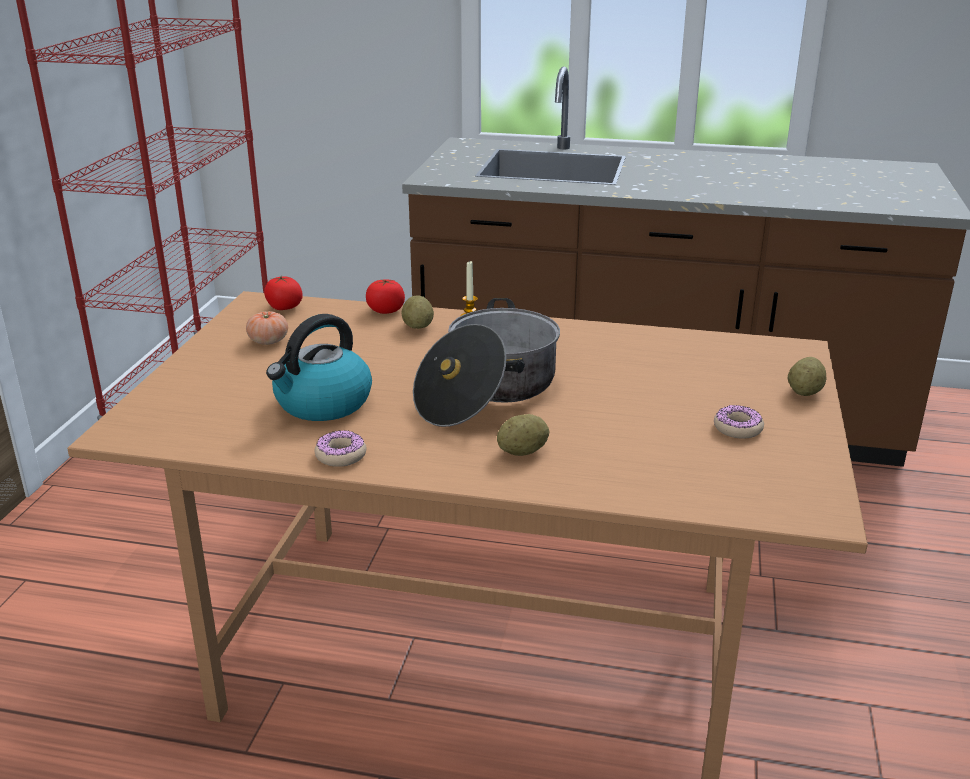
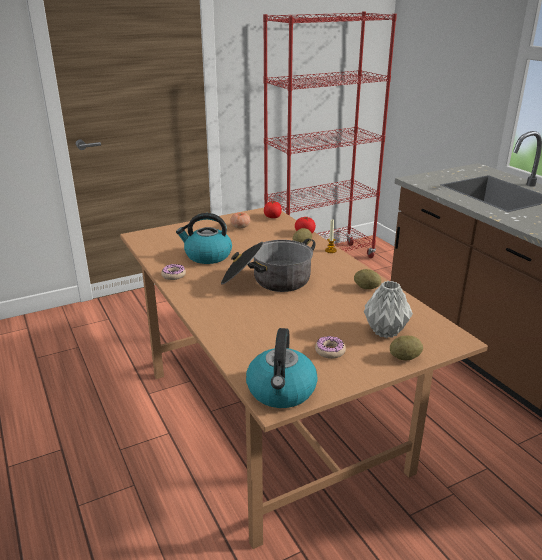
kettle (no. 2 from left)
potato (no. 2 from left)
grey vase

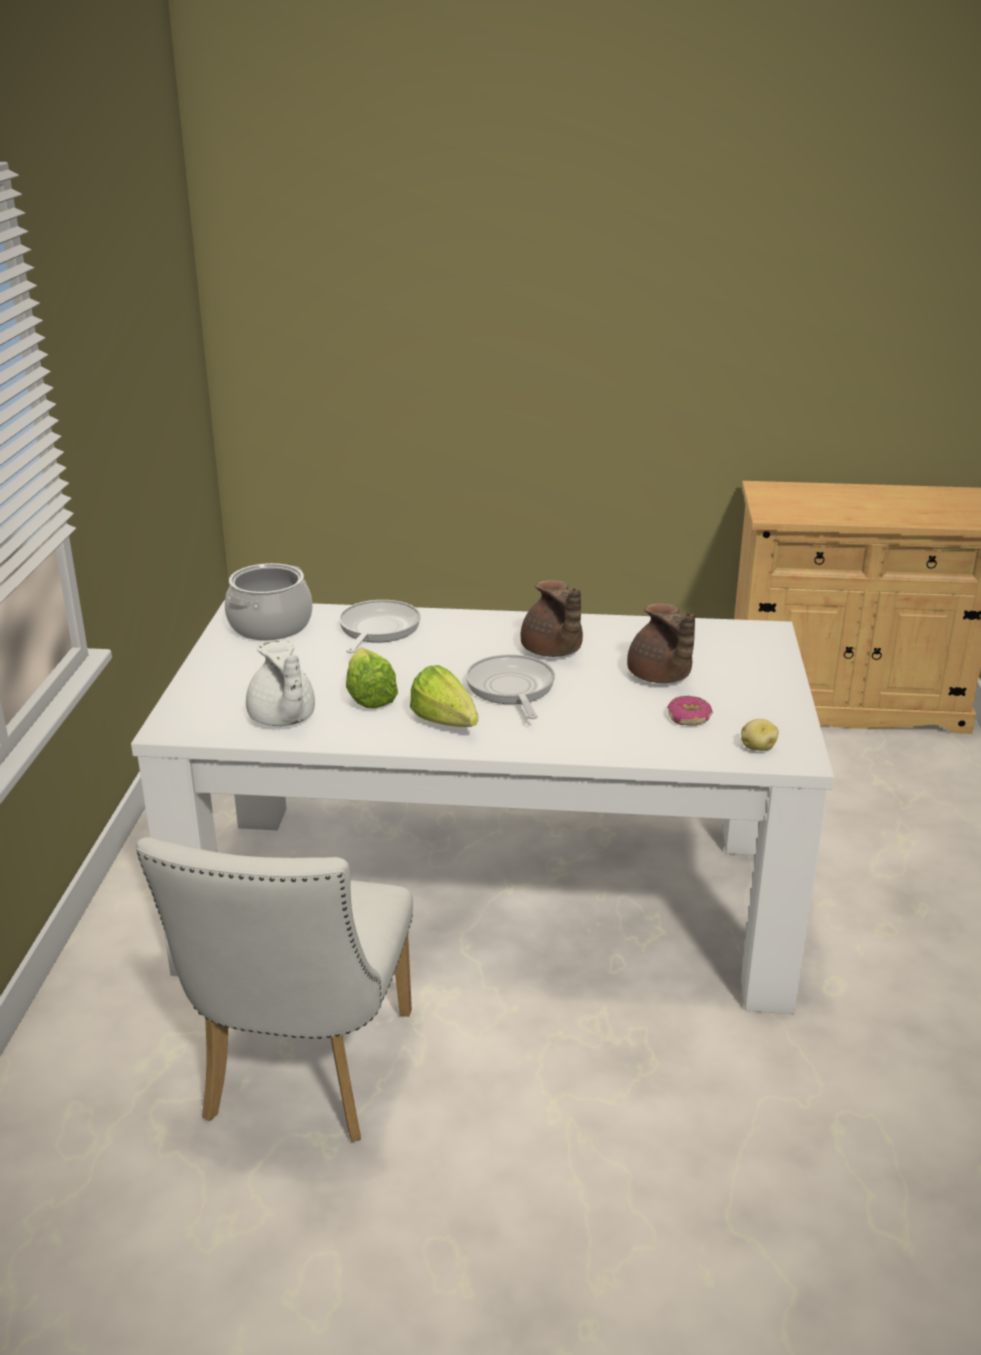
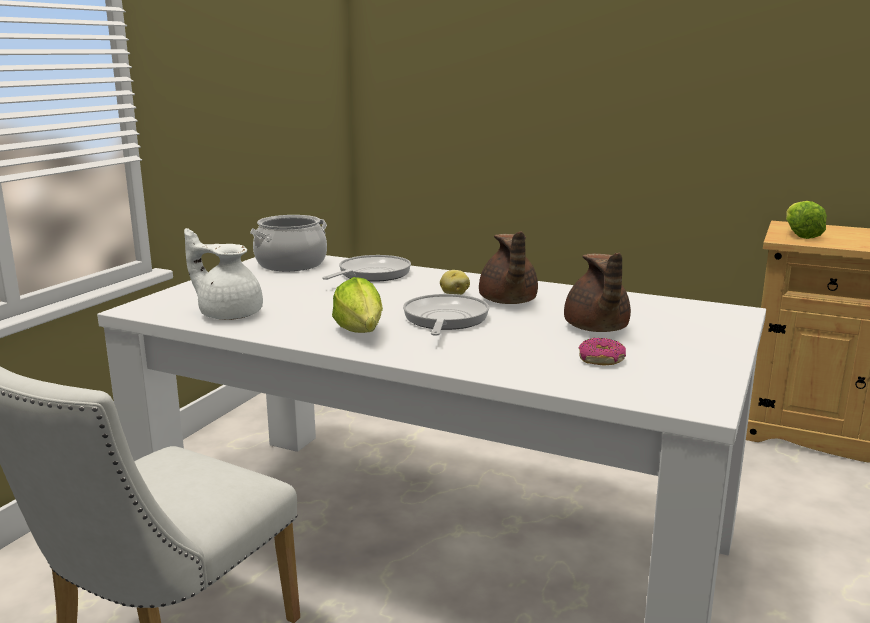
white teapot
potato
lettuce (no. 2 from left)

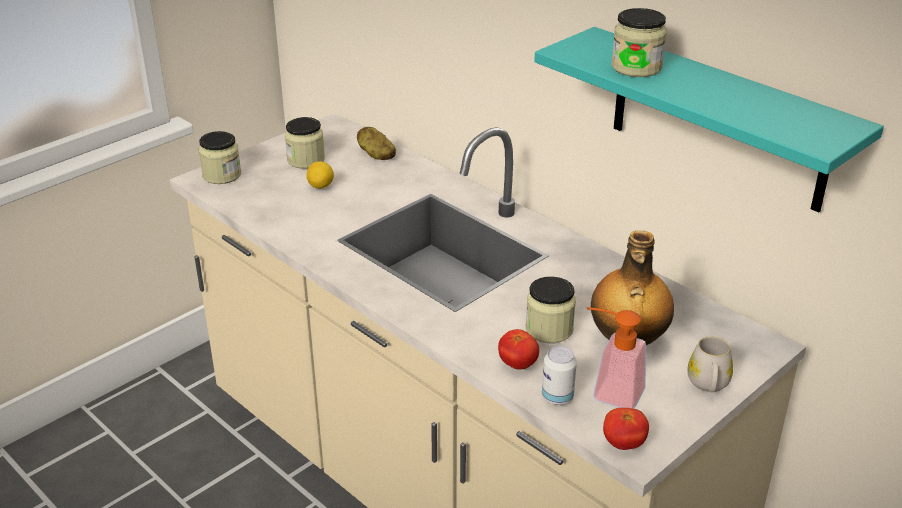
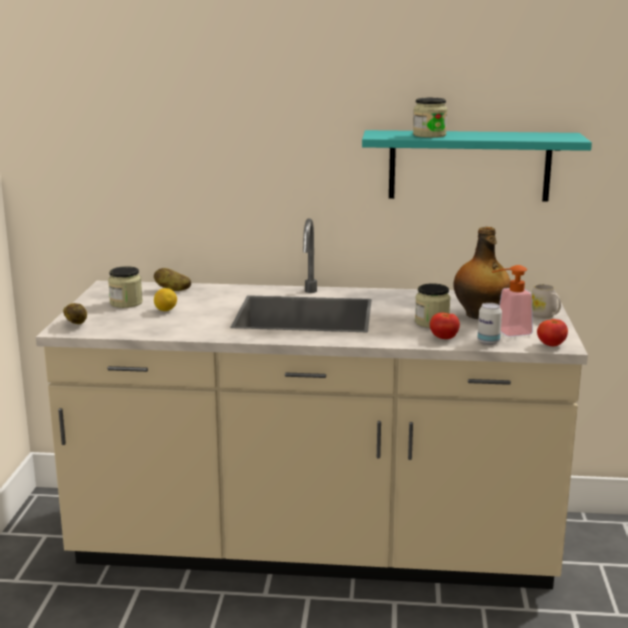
potato (no. 1 from left)

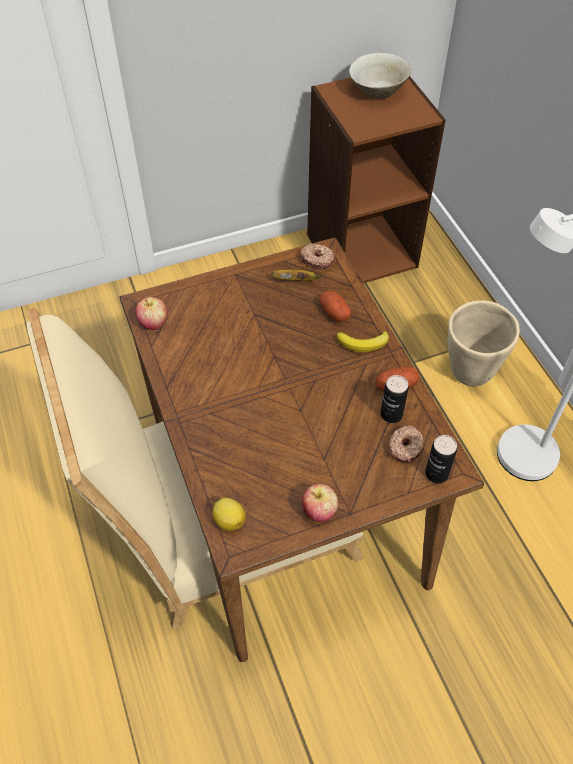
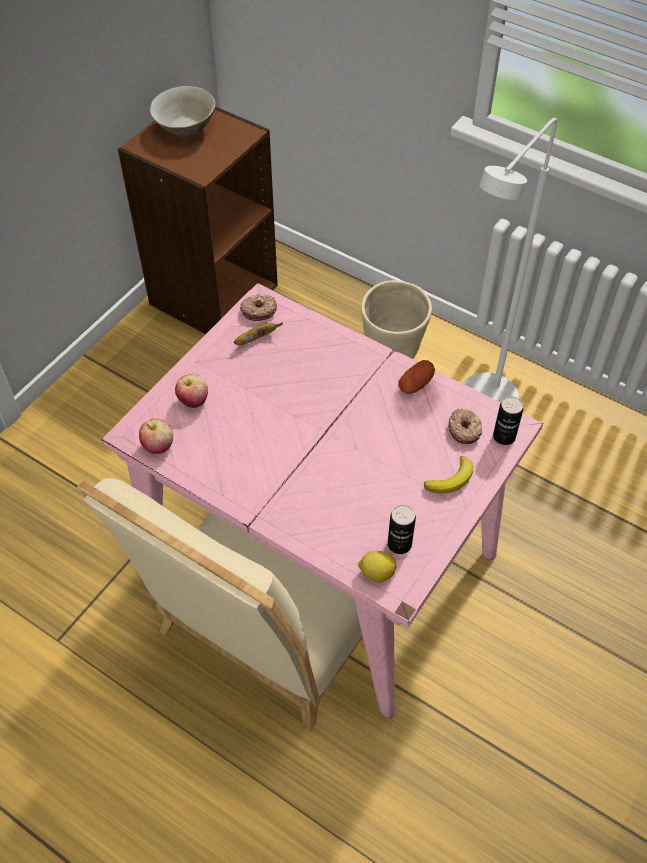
pink dining table
apple (no. 2 from left)
can (no. 1 from left)
banana (no. 2 from left)
potato (no. 1 from left in the first image)

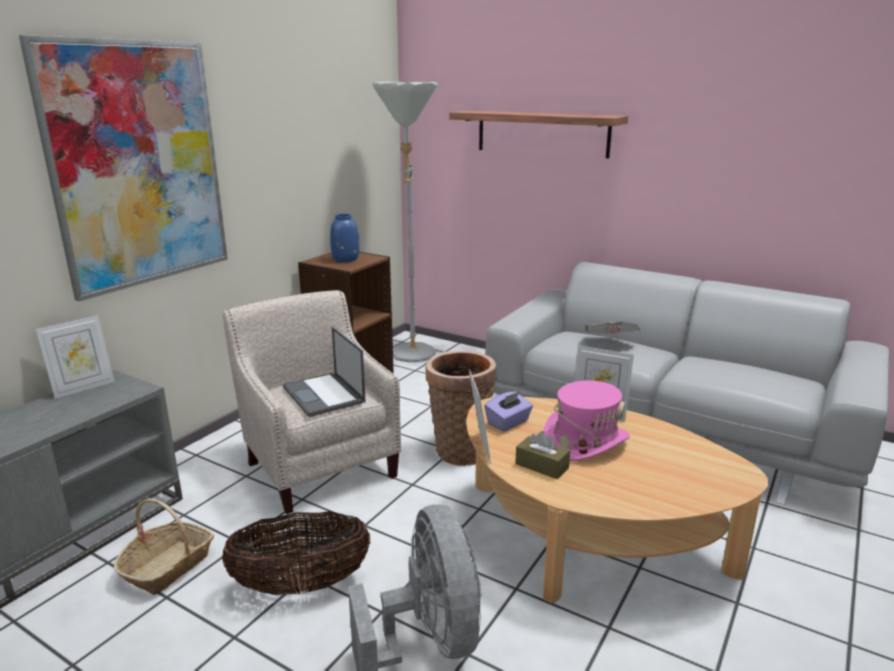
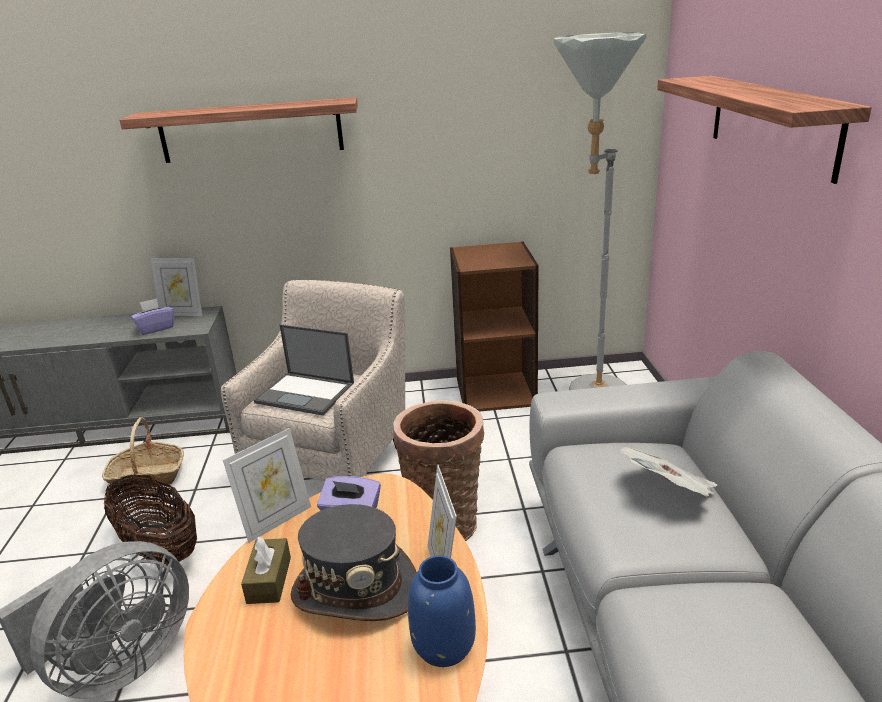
shelf (no. 1 from left)
purple tissue box (no. 1 from left)
laptop
grey hat
blue vase

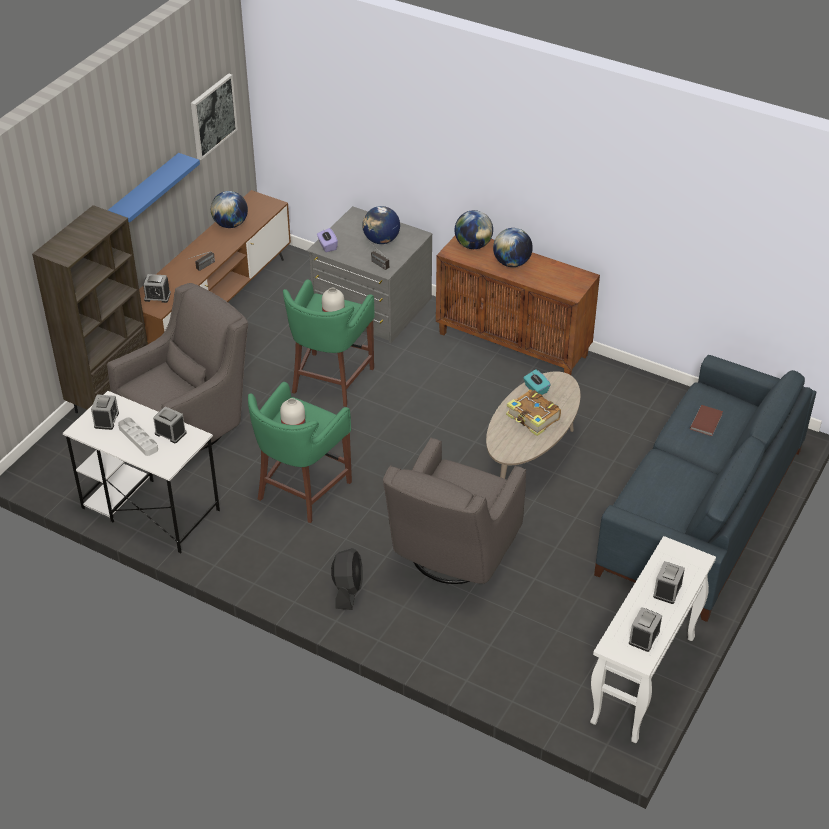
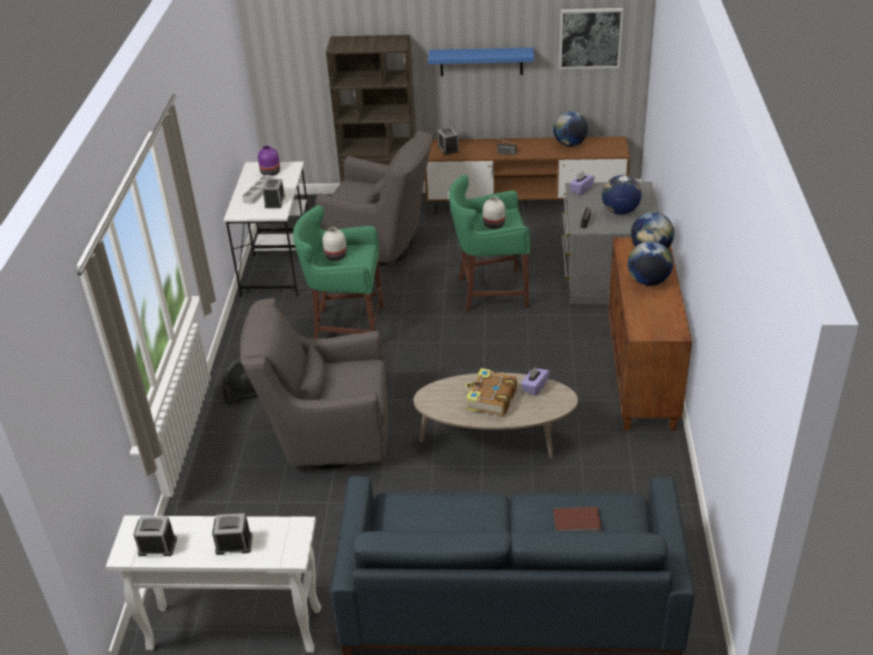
purple vase
purple tissue box (no. 1 from left)

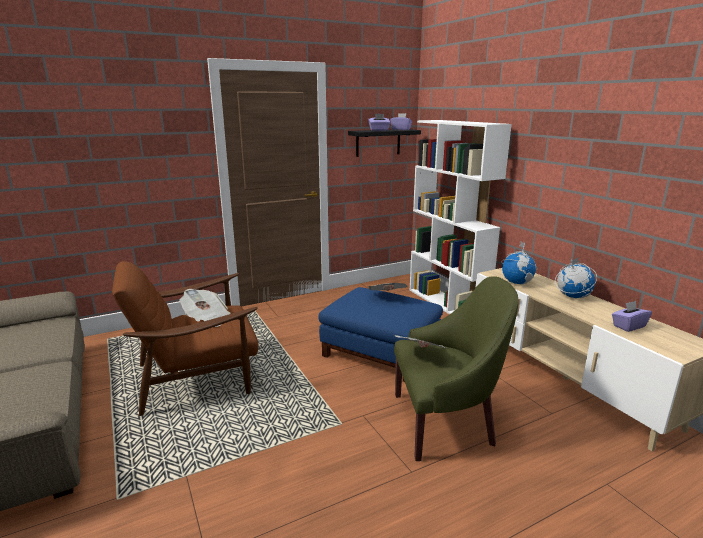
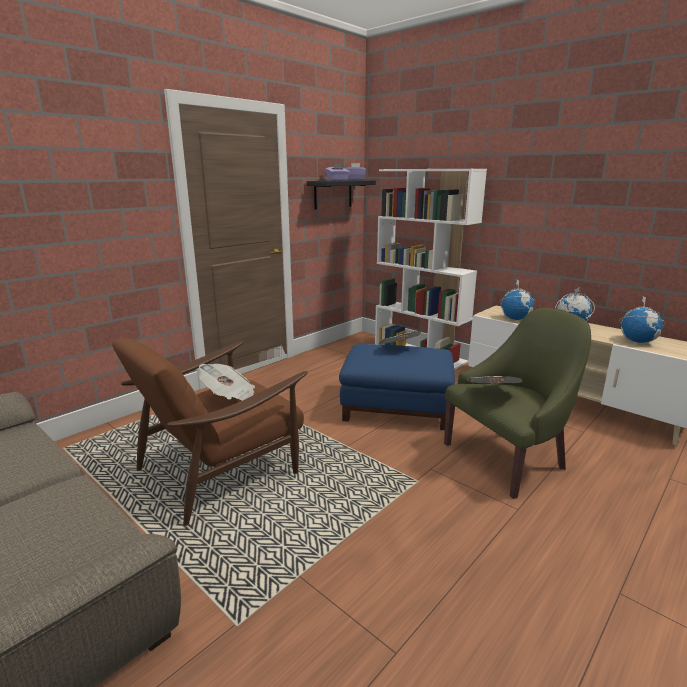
globe (no. 3 from left)

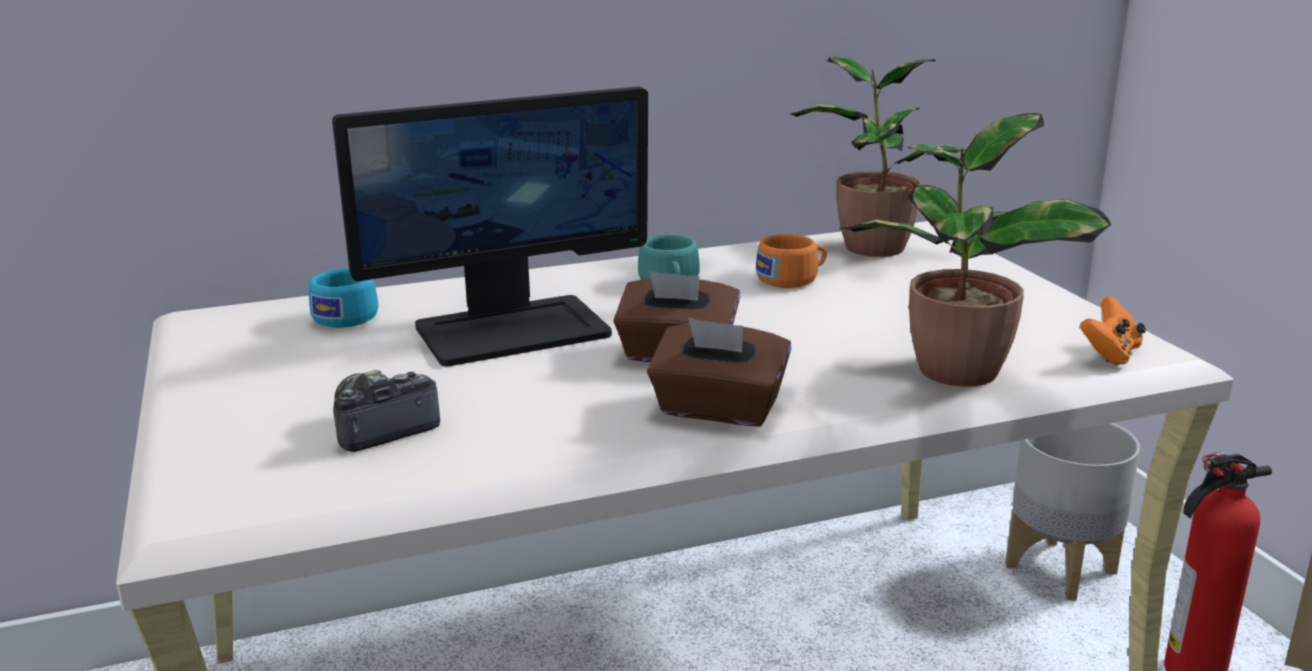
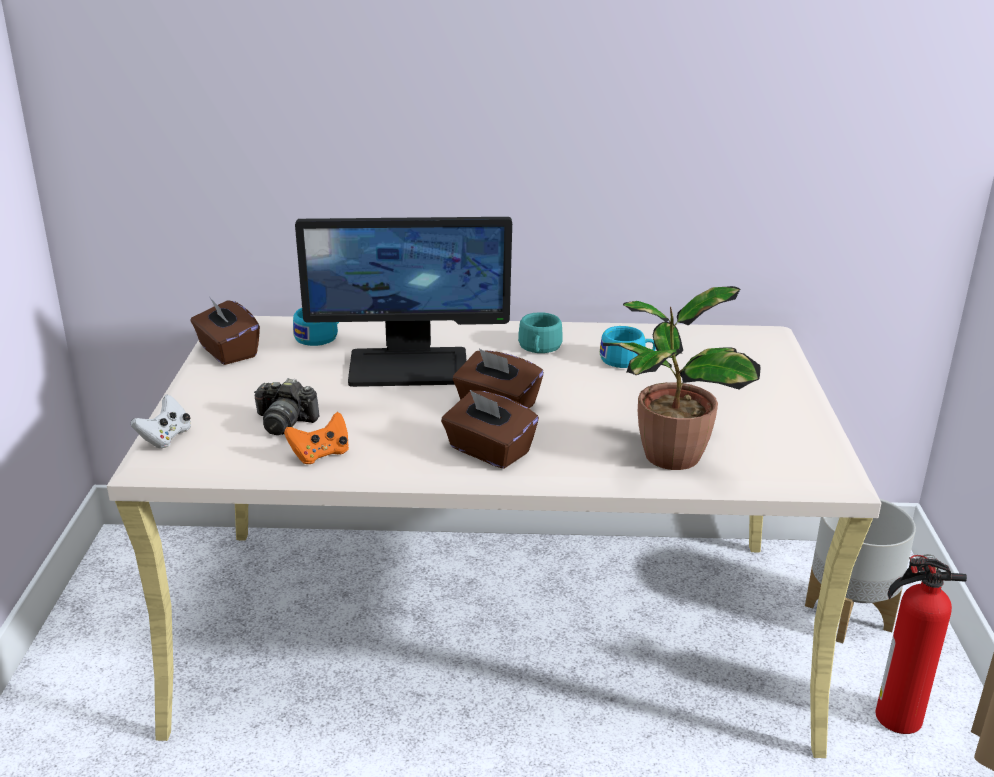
white game controller
brown tissue box (no. 1 from left)
photo camera
orange game controller
turquoise cup (no. 3 from left)
potted plant (no. 1 from left in the first image)

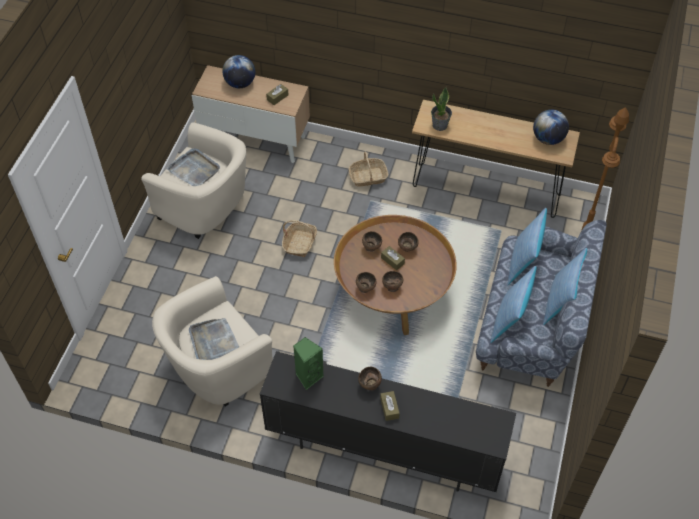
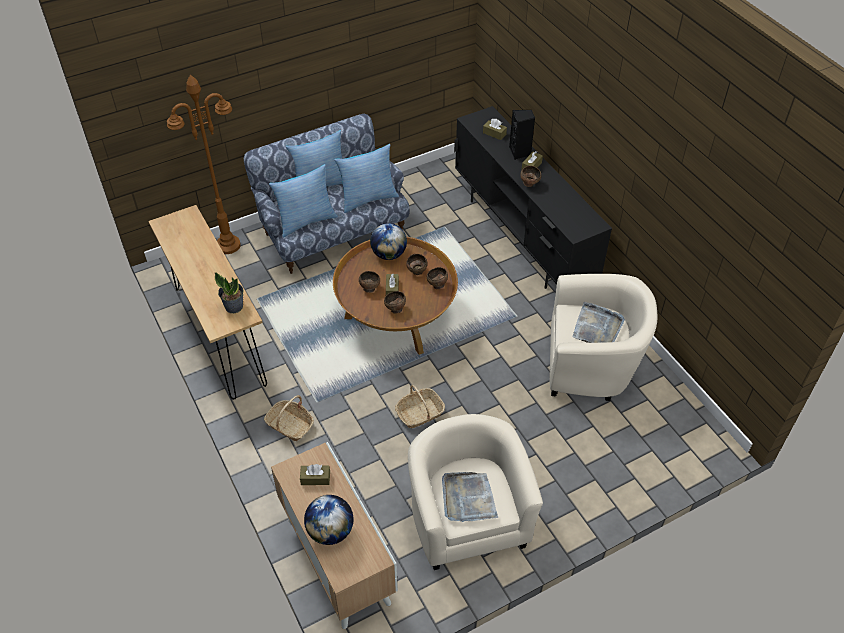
globe (no. 2 from left)
brown tissue box (no. 3 from left)
black speaker
green speaker

